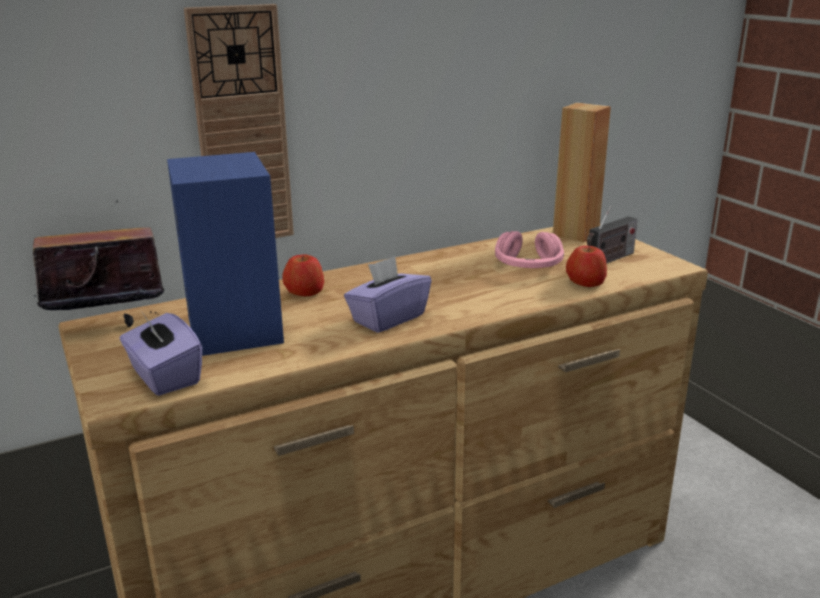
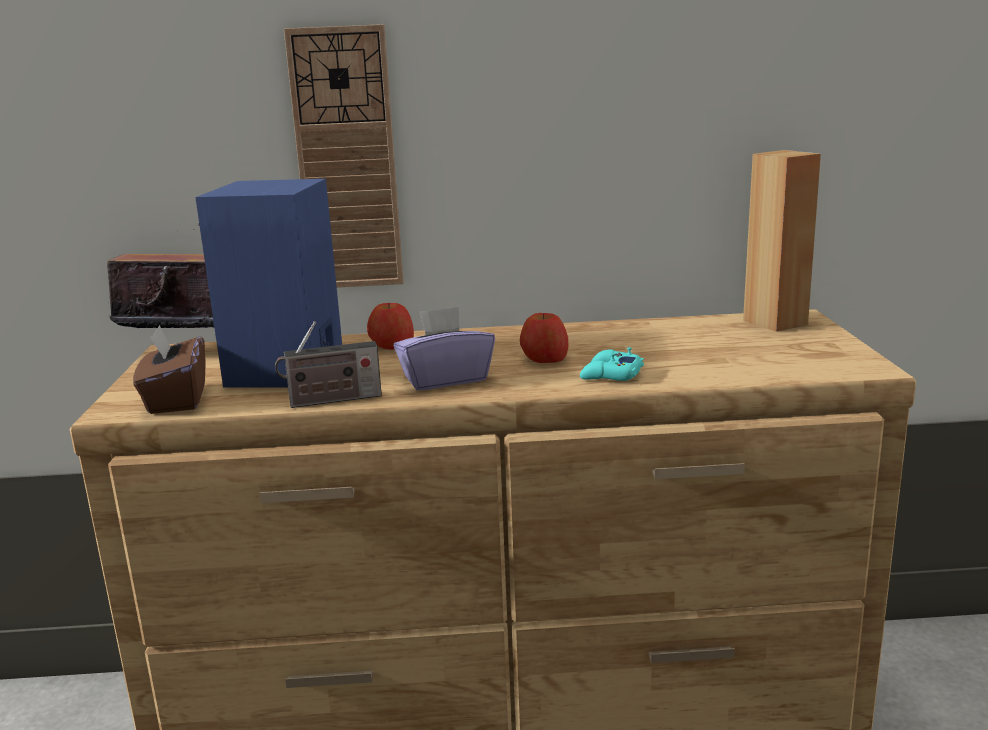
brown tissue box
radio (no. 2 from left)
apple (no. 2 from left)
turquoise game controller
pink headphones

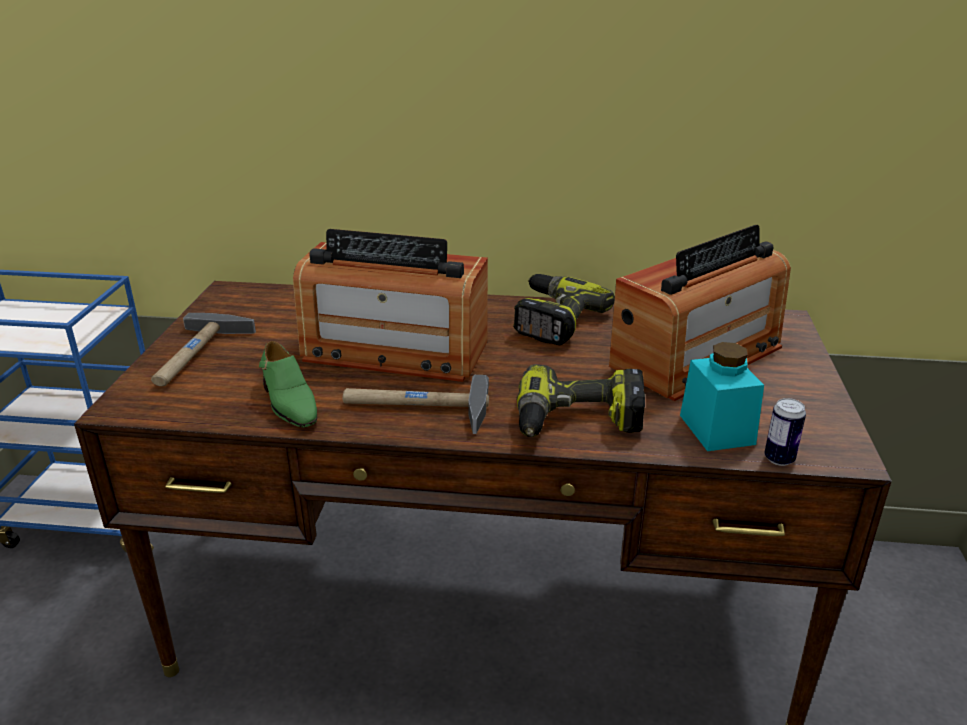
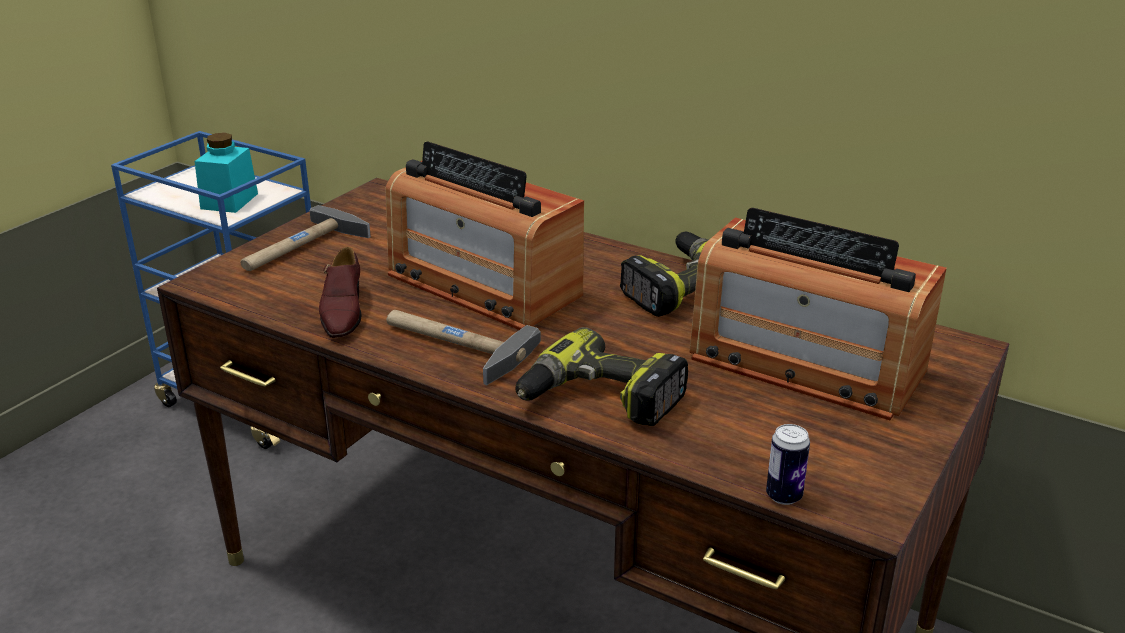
turquoise jar
brown shoe
radio (no. 2 from left)

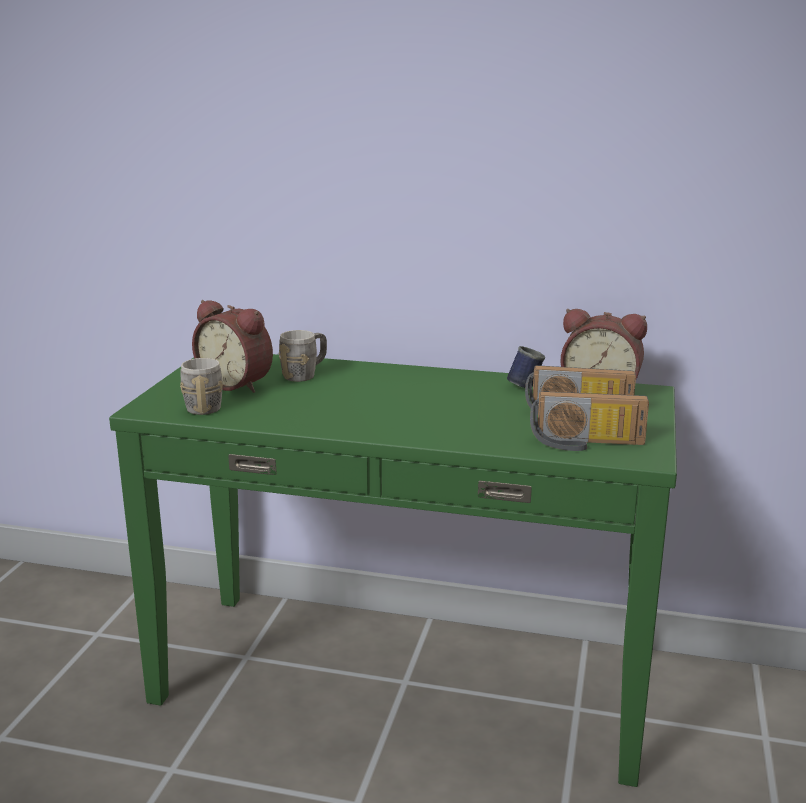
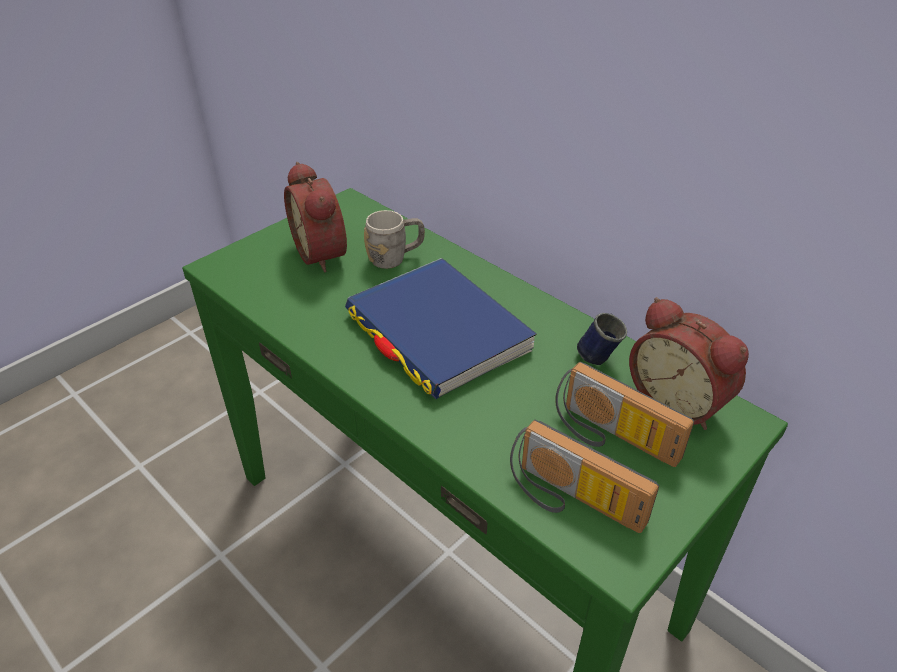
blue book
grey mug (no. 1 from left in the first image)

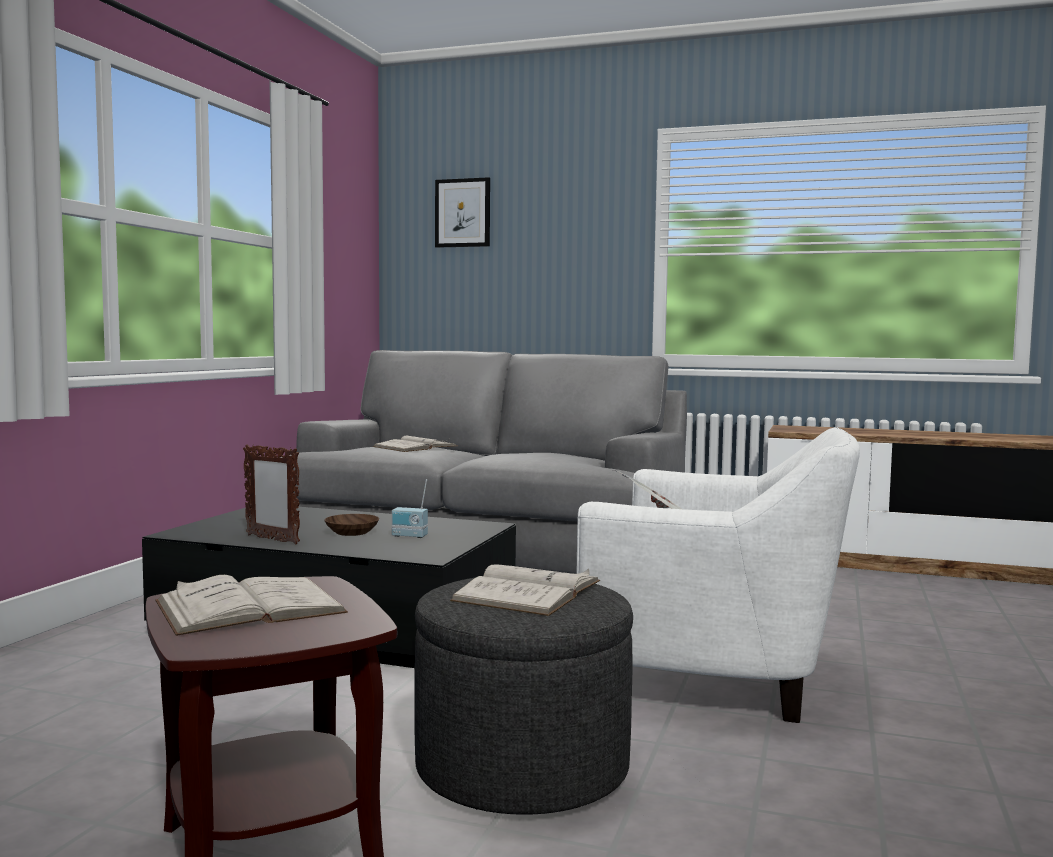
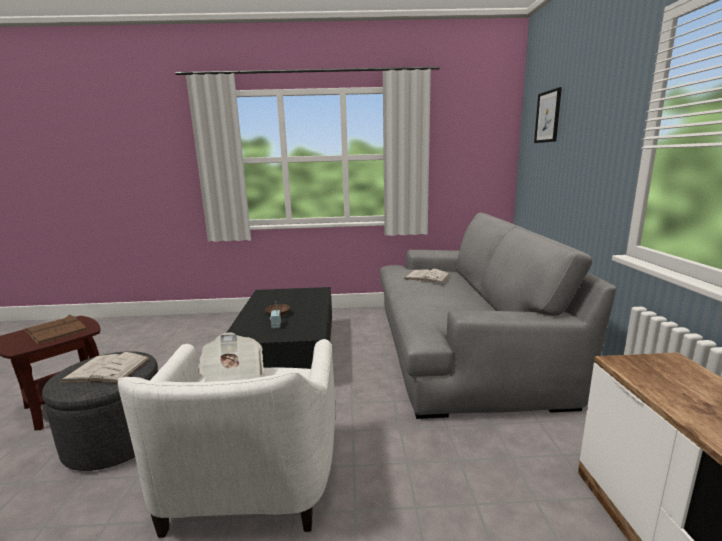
brown book
picture frame

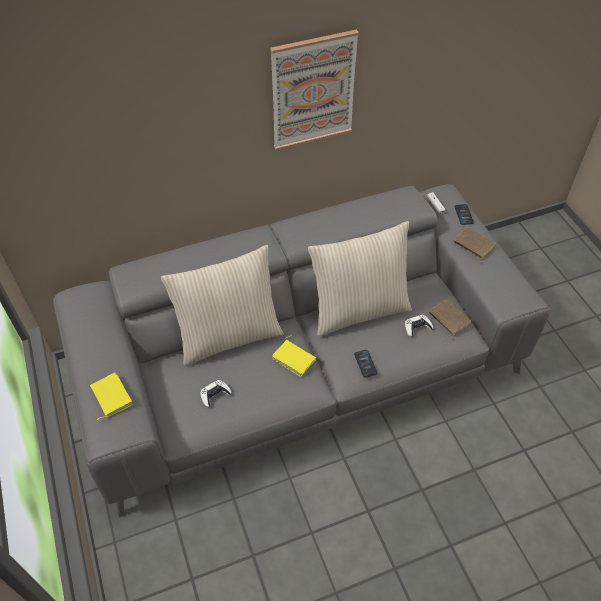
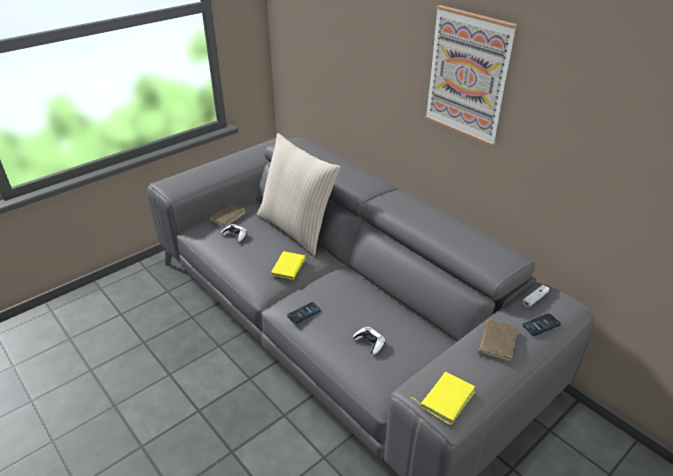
brown book (no. 1 from left)
yellow book (no. 2 from left)
beige pillow (no. 2 from left in the first image)

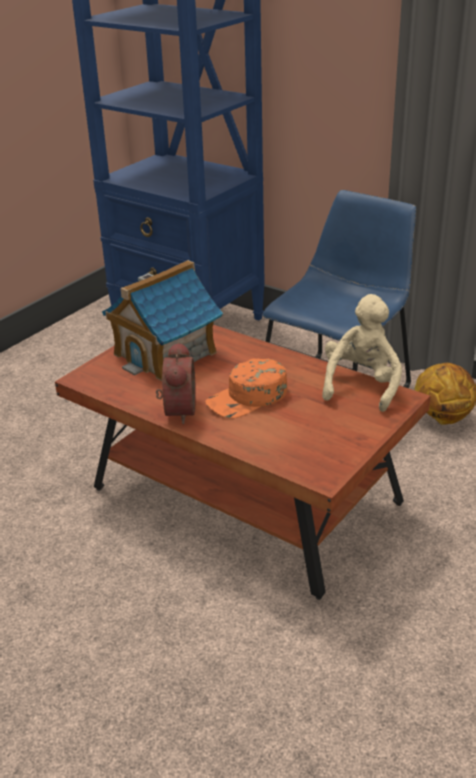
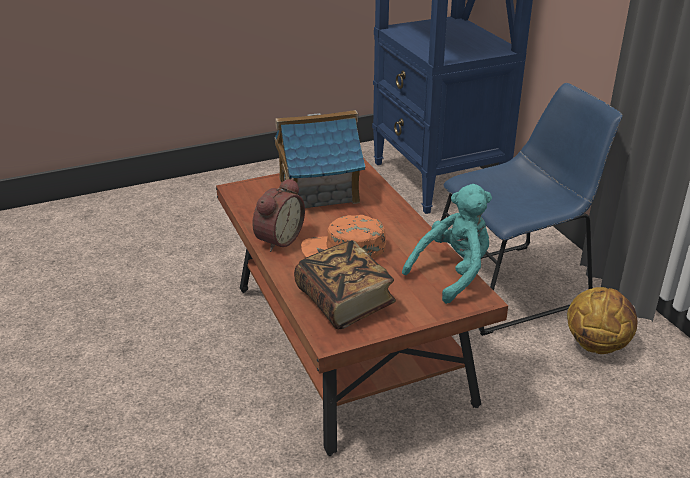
book
turquoise plush toy

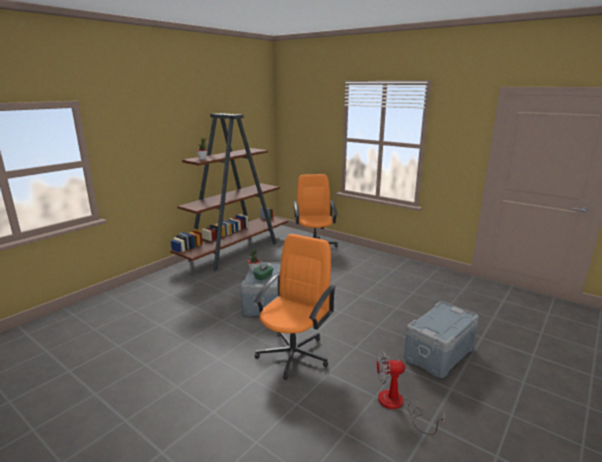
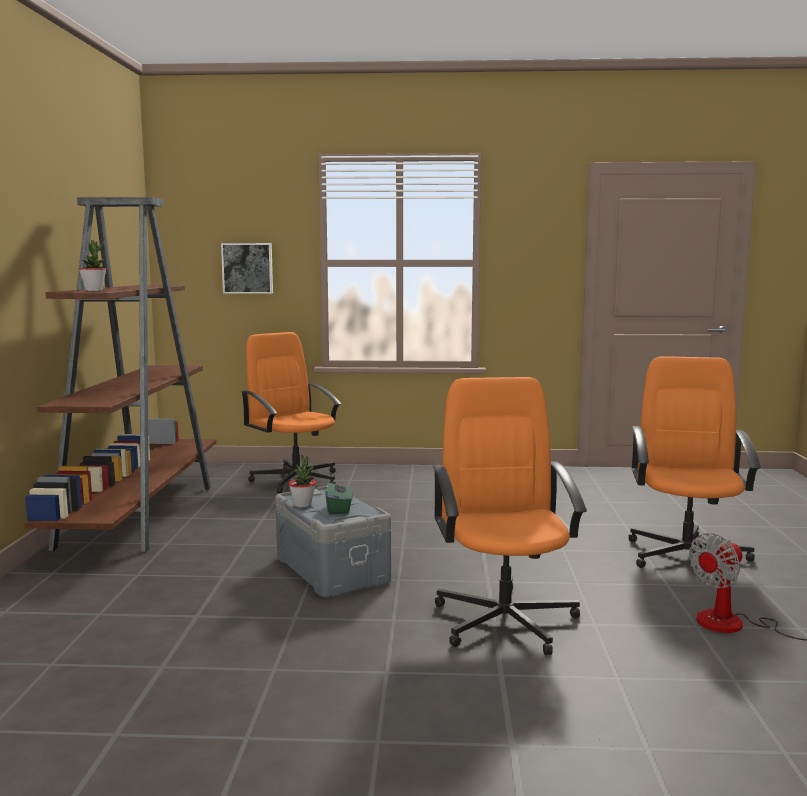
picture
orange office chair (no. 3 from left)

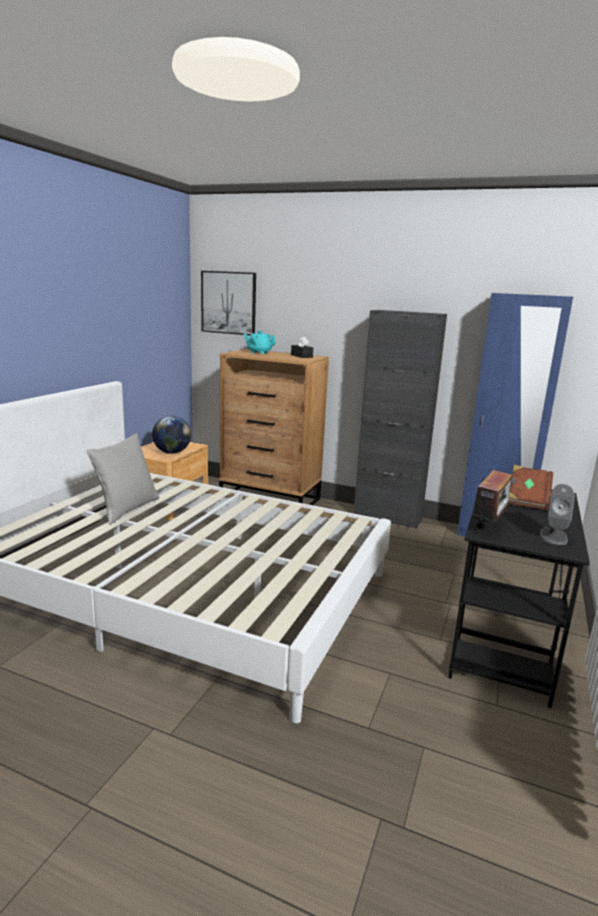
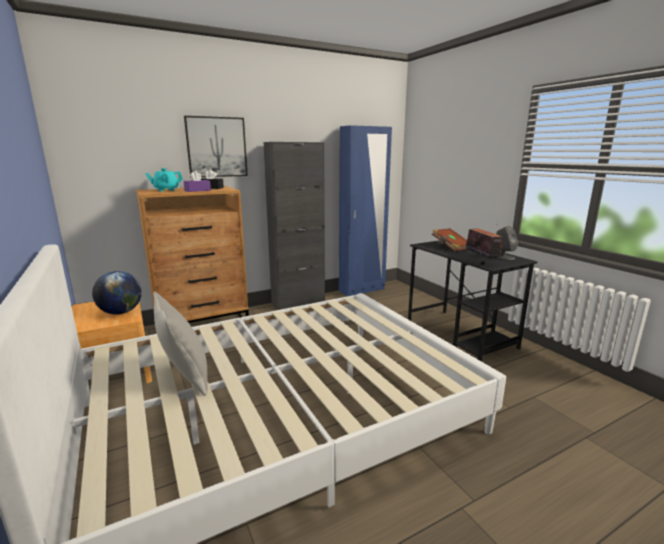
purple tissue box
picture

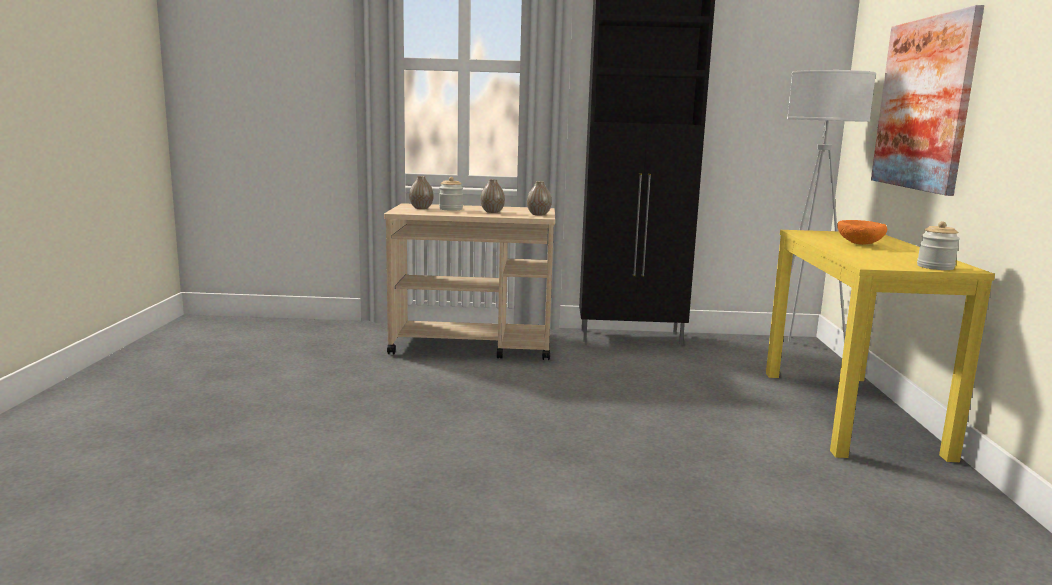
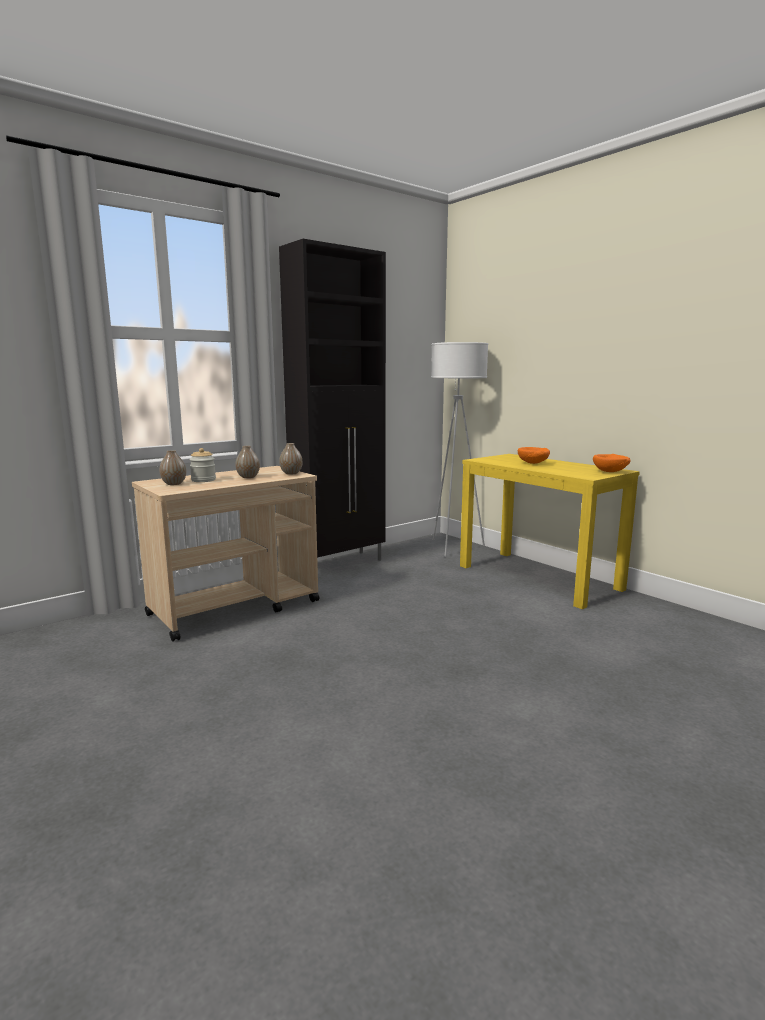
orange bowl (no. 2 from left)
picture

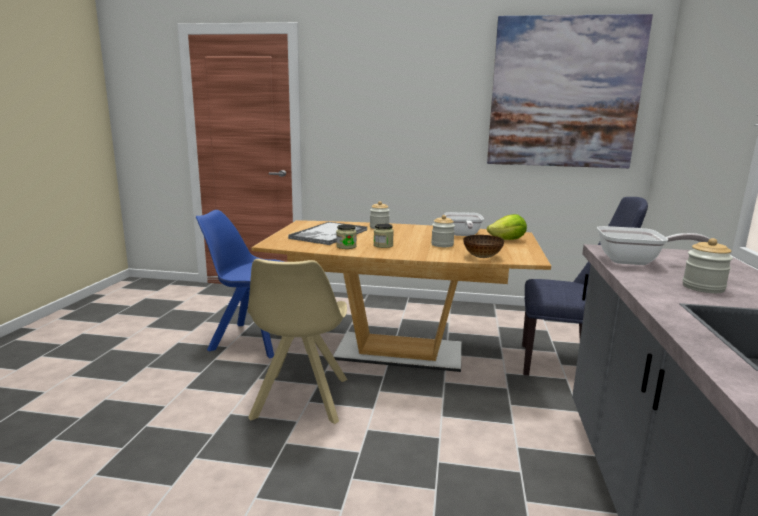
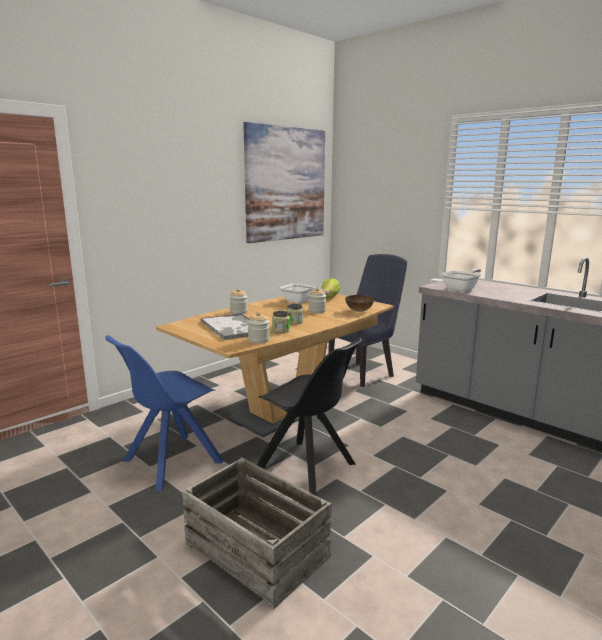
crate
jar (no. 2 from left)
black chair

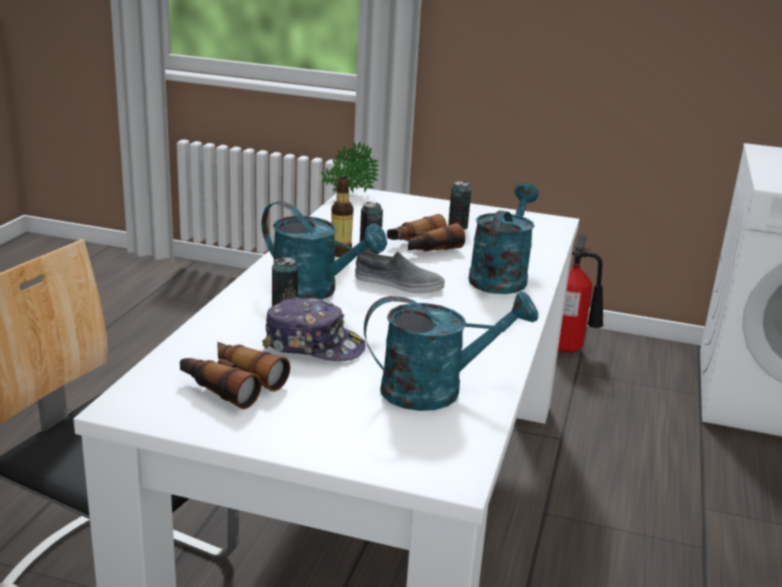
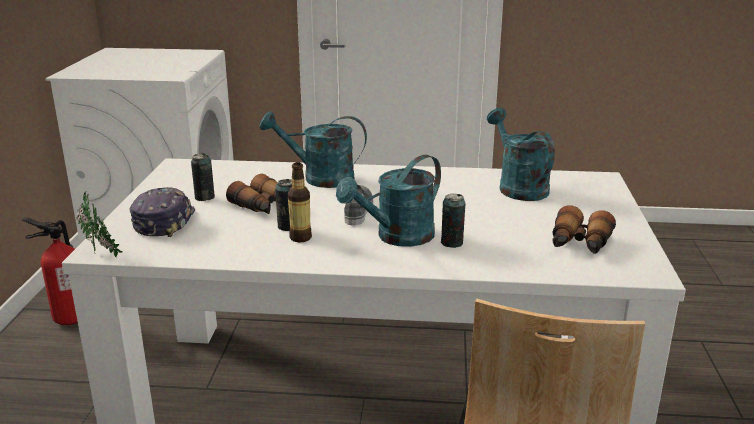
cap
turquoise watering can (no. 2 from left)

